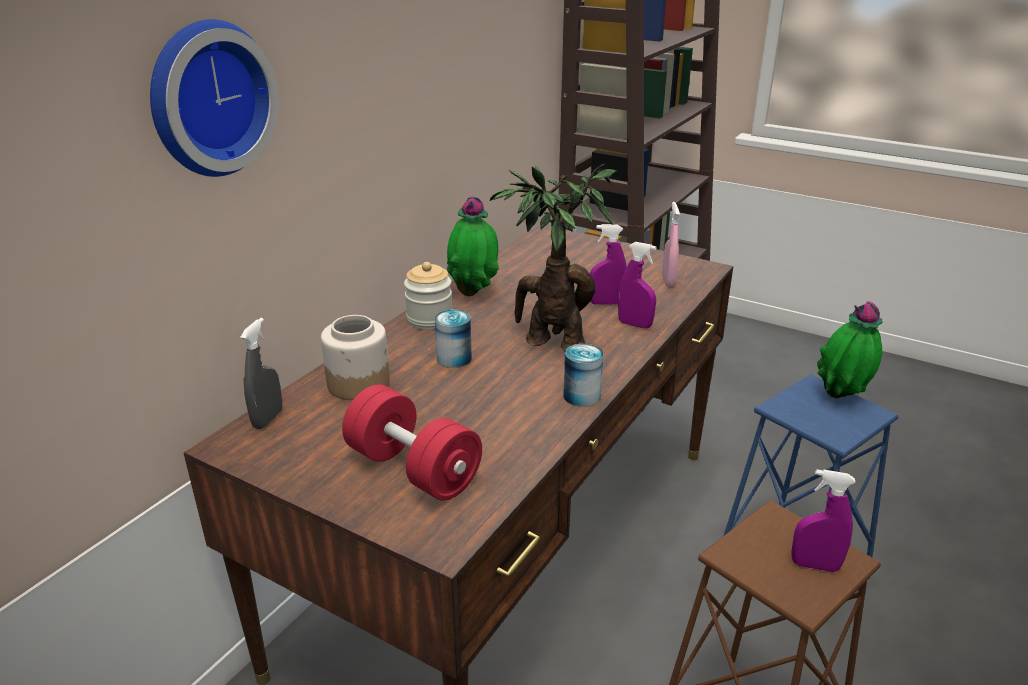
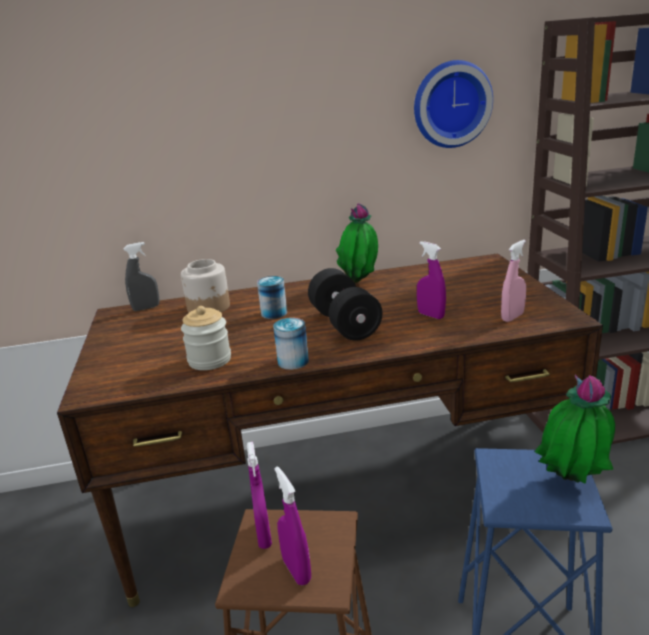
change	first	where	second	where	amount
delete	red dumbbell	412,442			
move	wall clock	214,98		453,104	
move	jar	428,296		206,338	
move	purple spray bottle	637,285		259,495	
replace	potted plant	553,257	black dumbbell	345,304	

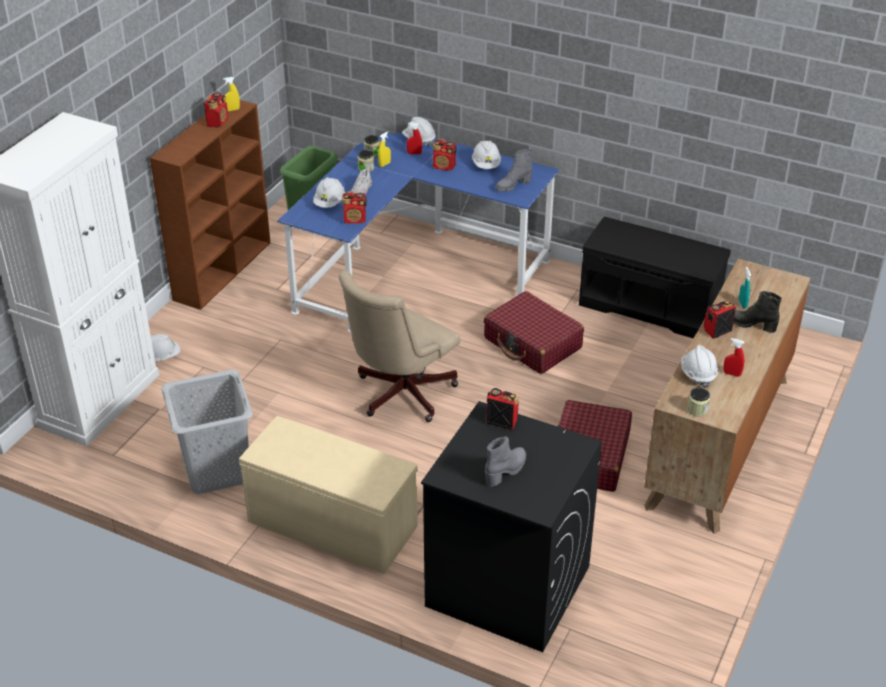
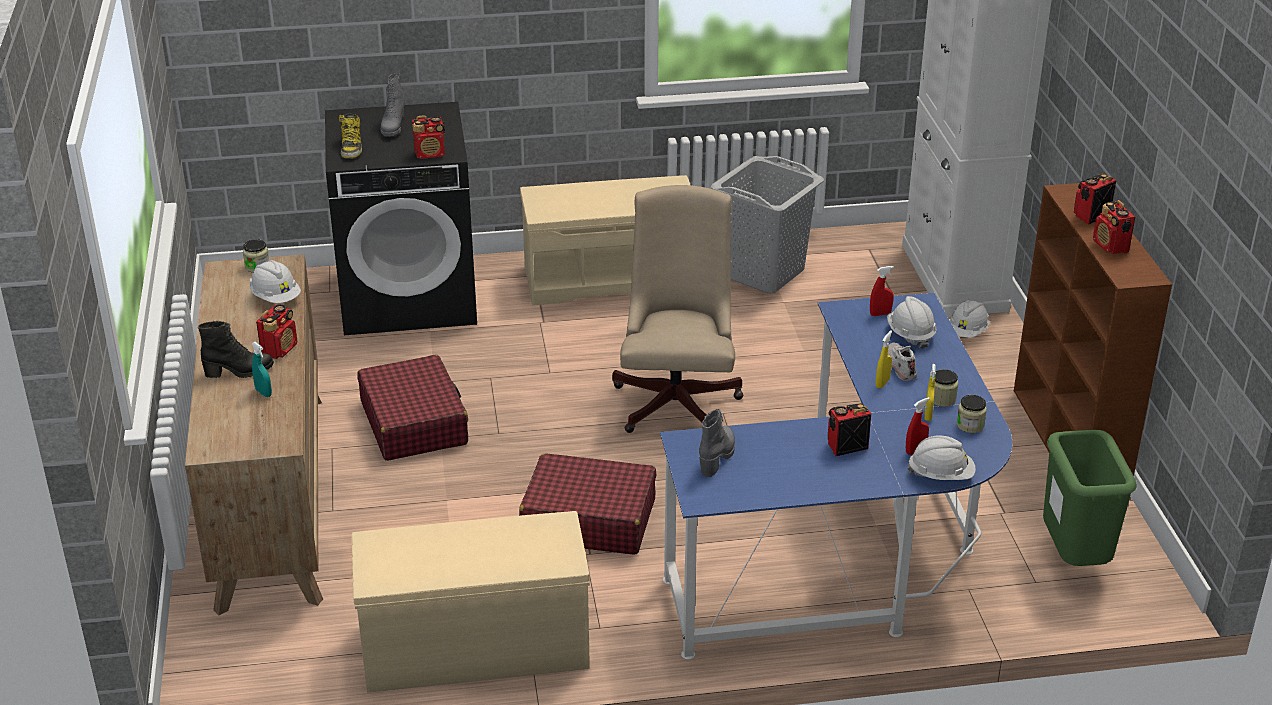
change	first	where	second	where	amount
delete	white hard hat	486,155			
insert			boot	350,136	
move	yellow spray bottle	231,94		884,359	
move	radio	354,207		1095,199	
move	red spray bottle	734,357		882,291	
recolor	black bench	655,278	beige bench	471,602	

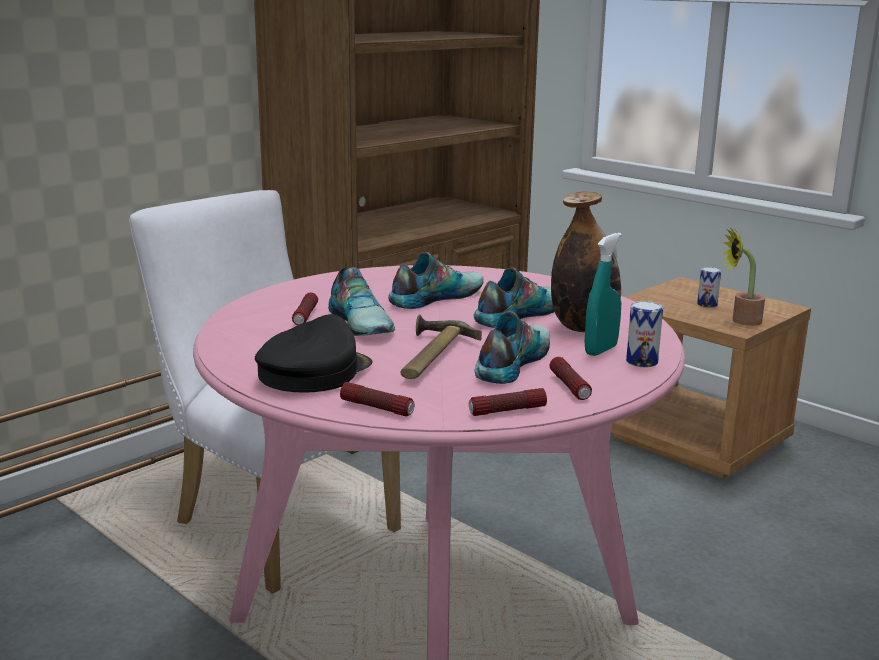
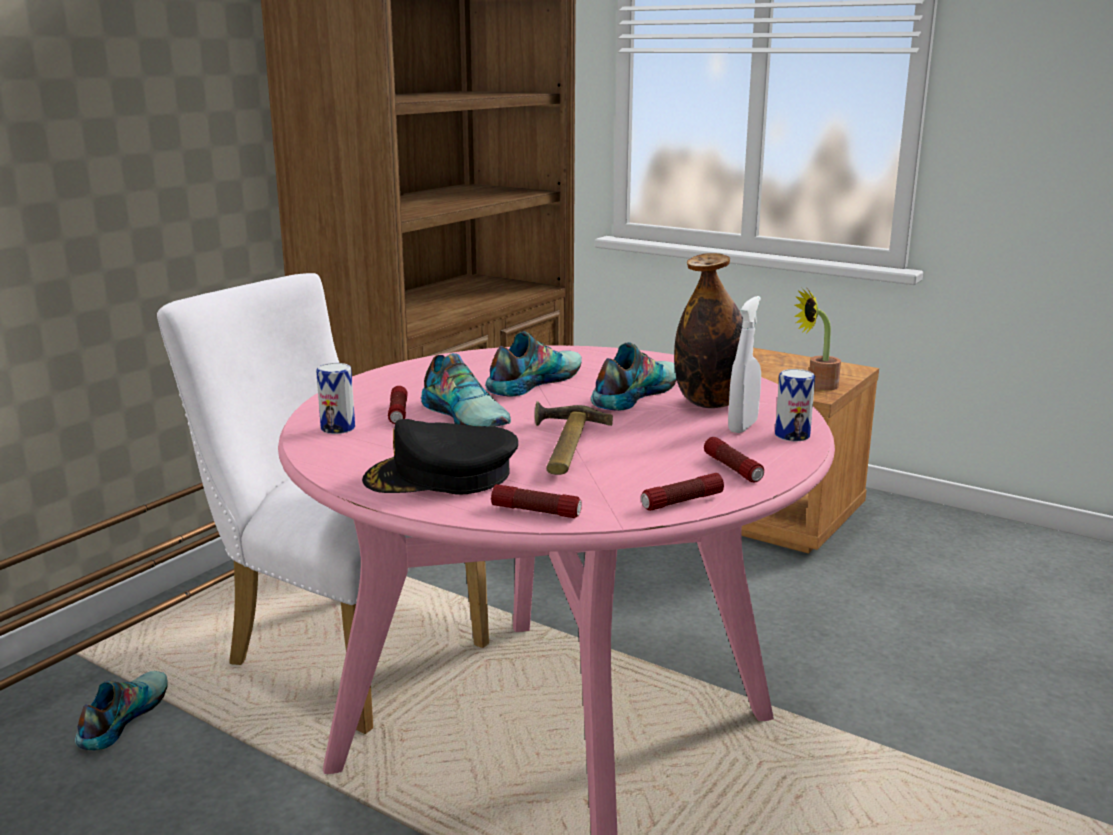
change	first	where	second	where	amount
move	shoe	512,347		121,710	
move	can	709,287		335,398	
recolor	turquoise spray bottle	603,294	white spray bottle	744,364	
rotate	black cap	314,353		440,456	120 degrees counterclockwise

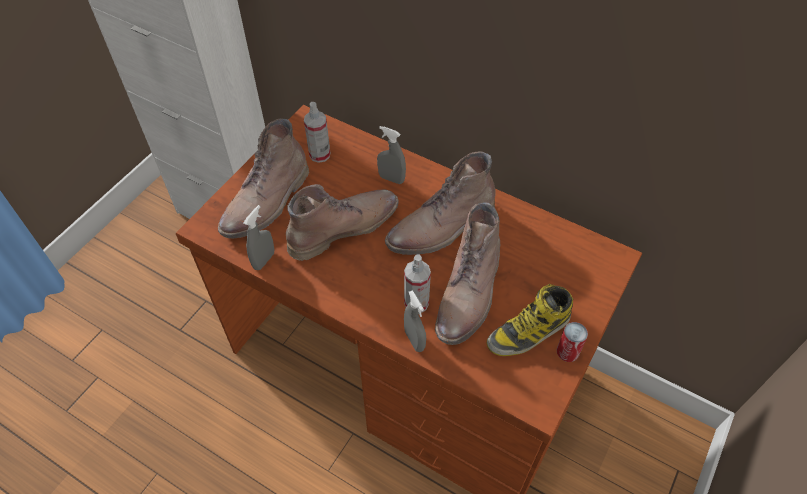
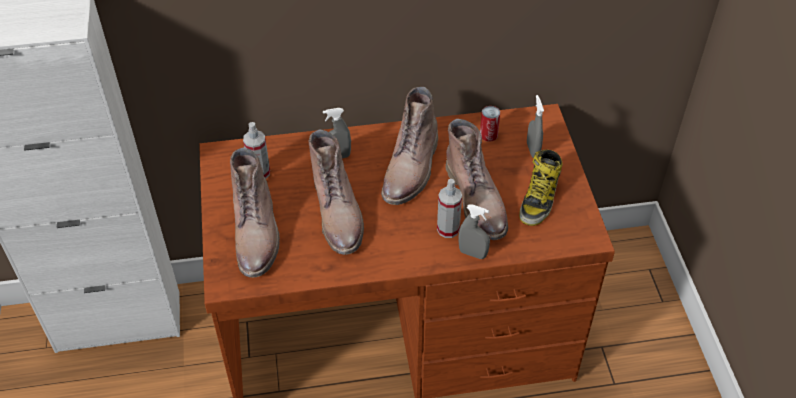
change	first	where	second	where	amount
move	grey spray bottle	258,237		535,126	
move	can	572,342		490,124	
rotate	brown boot	342,222		336,192	150 degrees clockwise

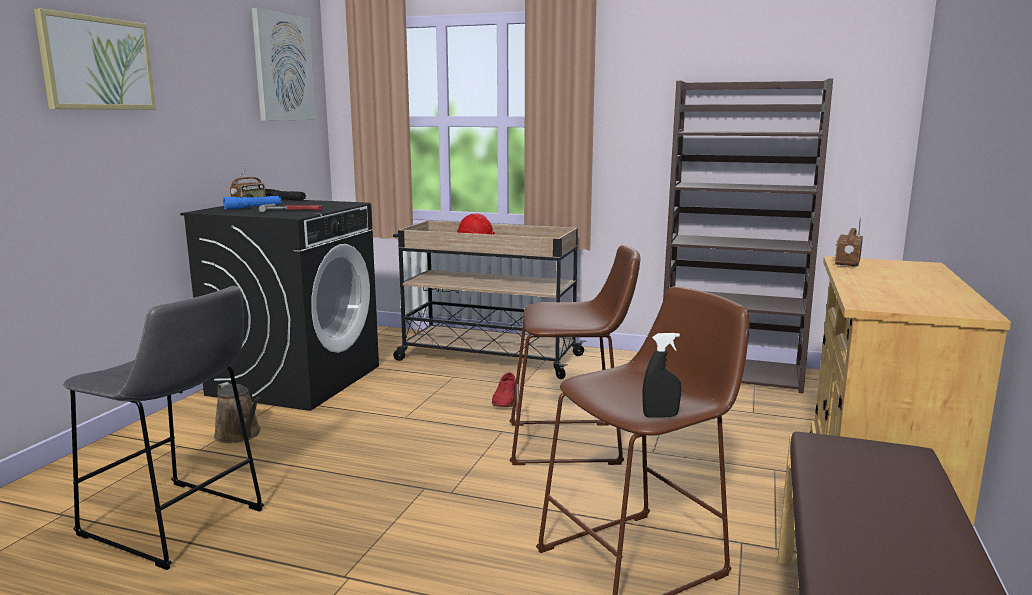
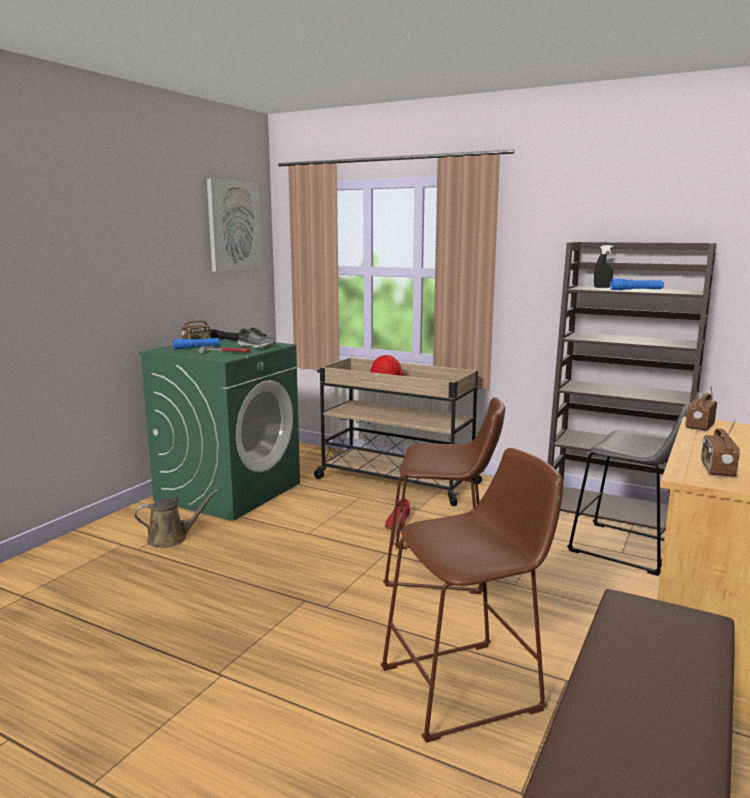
change	first	where	second	where	amount
delete	picture	95,59			
insert			shoe	256,337	
insert			blue flashlight	637,284	
insert			radio	720,448	
move	grey stool	163,428		636,484	
move	black spray bottle	661,375		603,266	
recolor	black washing machine	279,305	green washing machine	219,430	
rotate	brown watering can	237,412		177,518	75 degrees counterclockwise

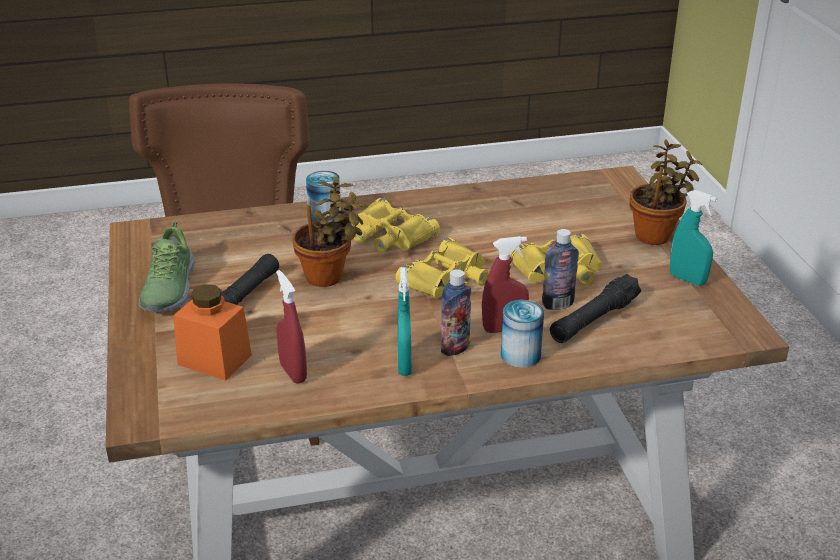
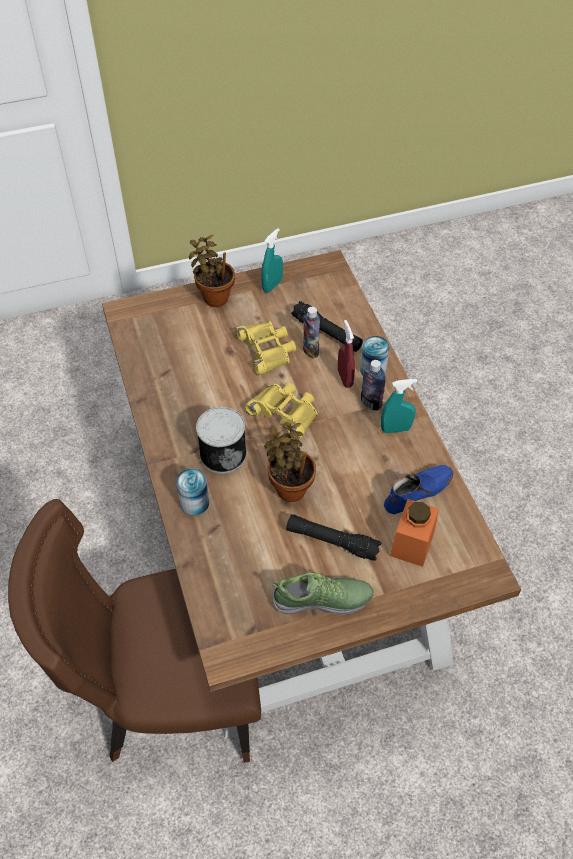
change	first	where	second	where	amount
replace	red spray bottle	291,327	blue shoe	419,489	
replace	yellow binoculars	396,225	can	221,440	

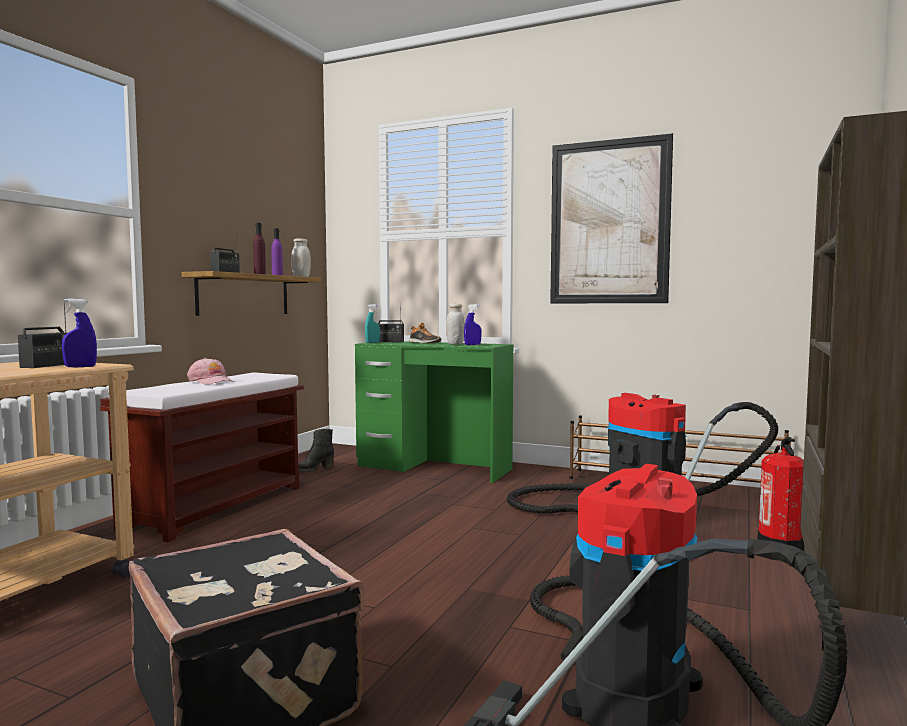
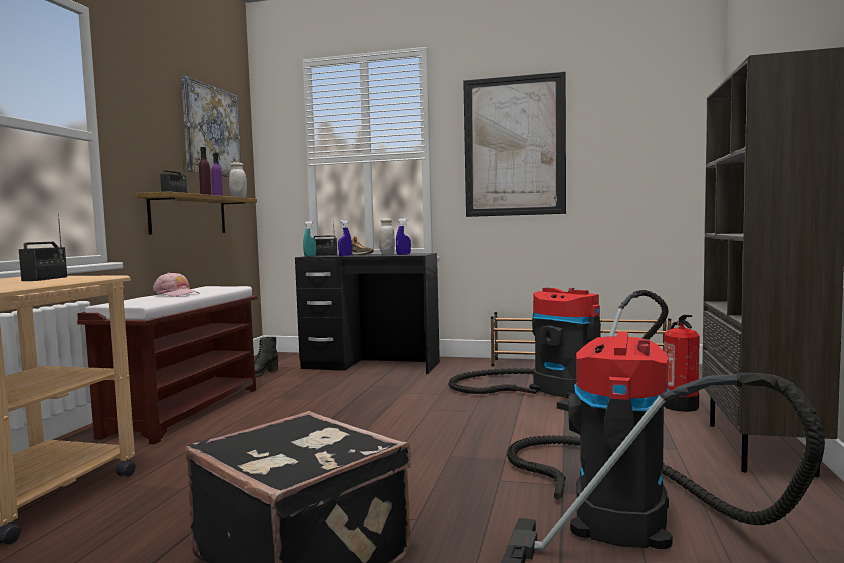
change	first	where	second	where	amount
insert			picture	211,127	
move	blue spray bottle	79,332		345,238	
recolor	green desk	434,412	black desk	367,313	

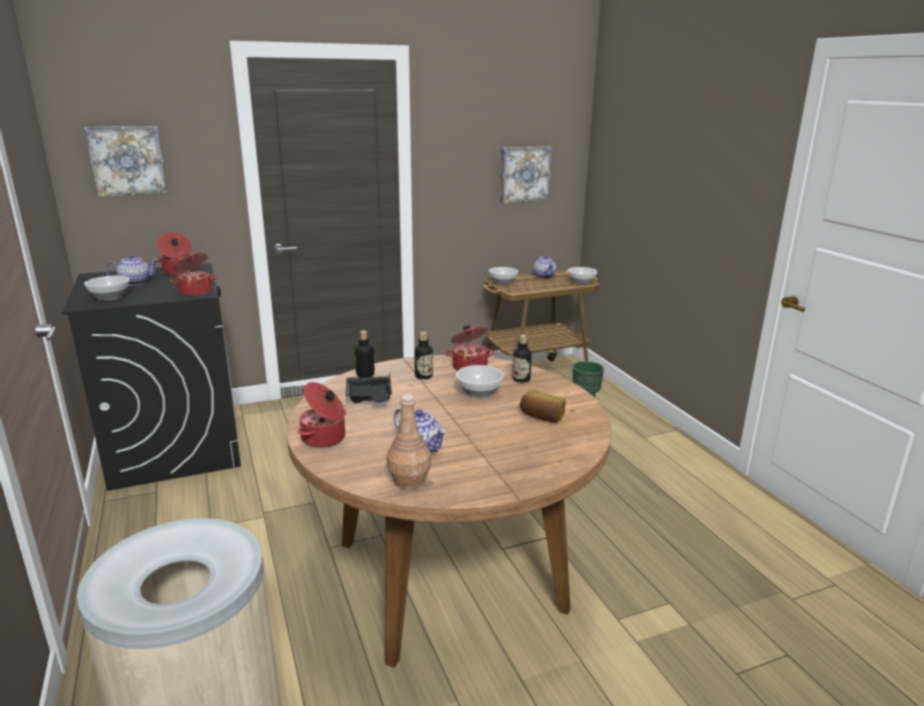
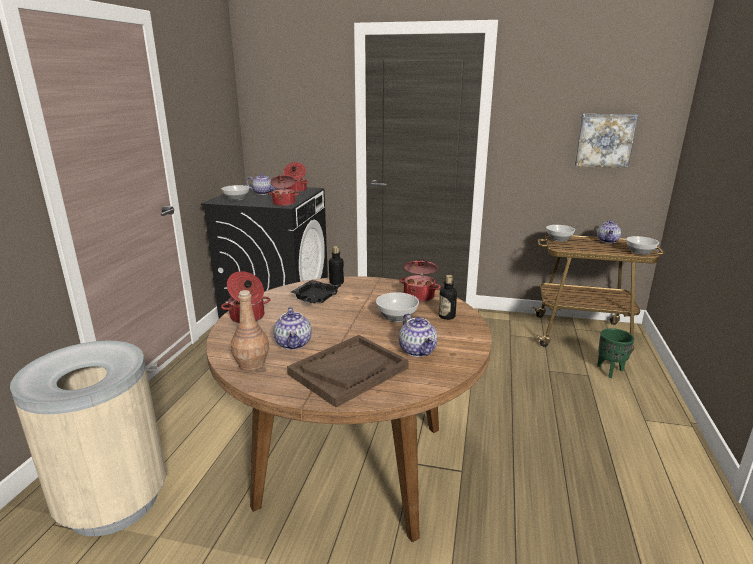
change	first	where	second	where	amount
delete	picture	126,161			
delete	bottle	424,355			
insert			brown tray	348,371	
replace	bread	543,405	teapot	418,335	

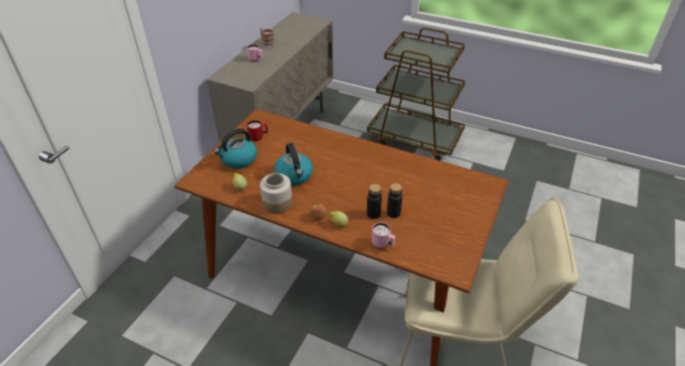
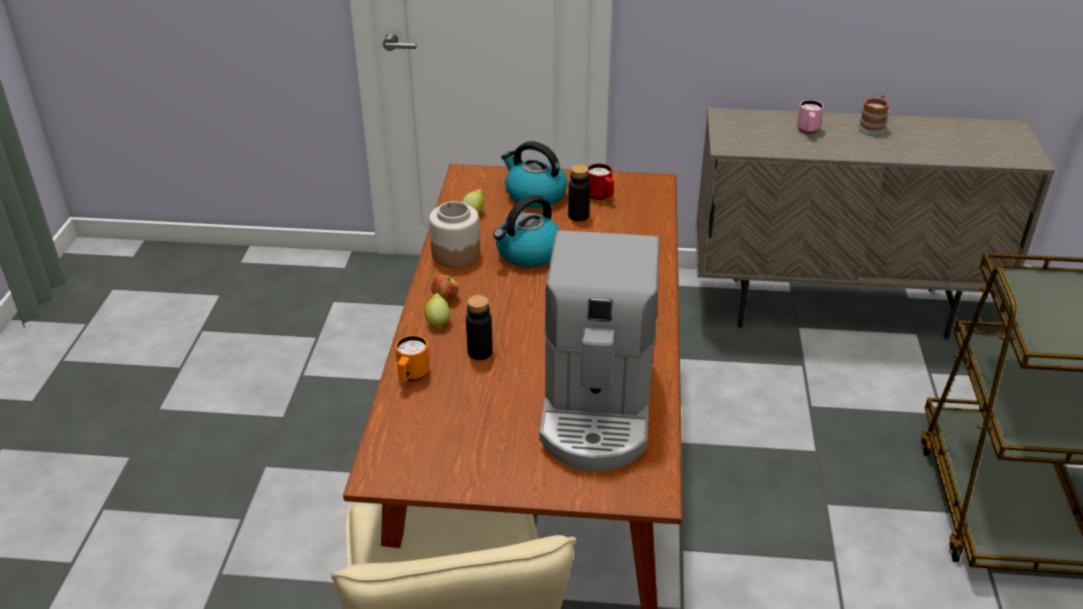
change	first	where	second	where	amount
insert			coffee machine	600,350	
move	black bottle	395,200		579,192	
recolor	pink mug	384,235	orange mug	412,358	

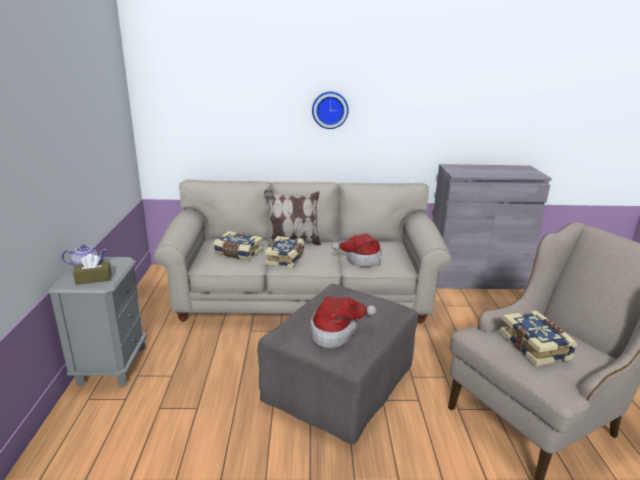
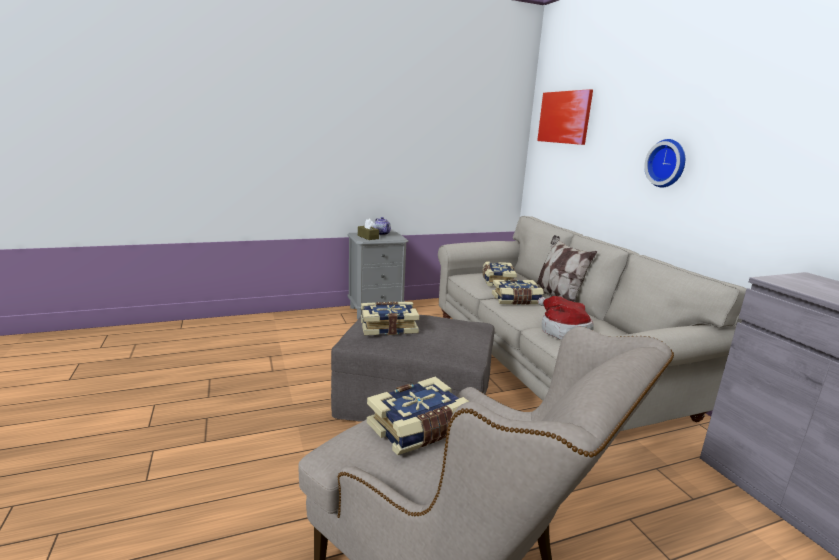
change	first	where	second	where	amount
insert			picture	565,117	
replace	hat	343,322	book	390,318	

